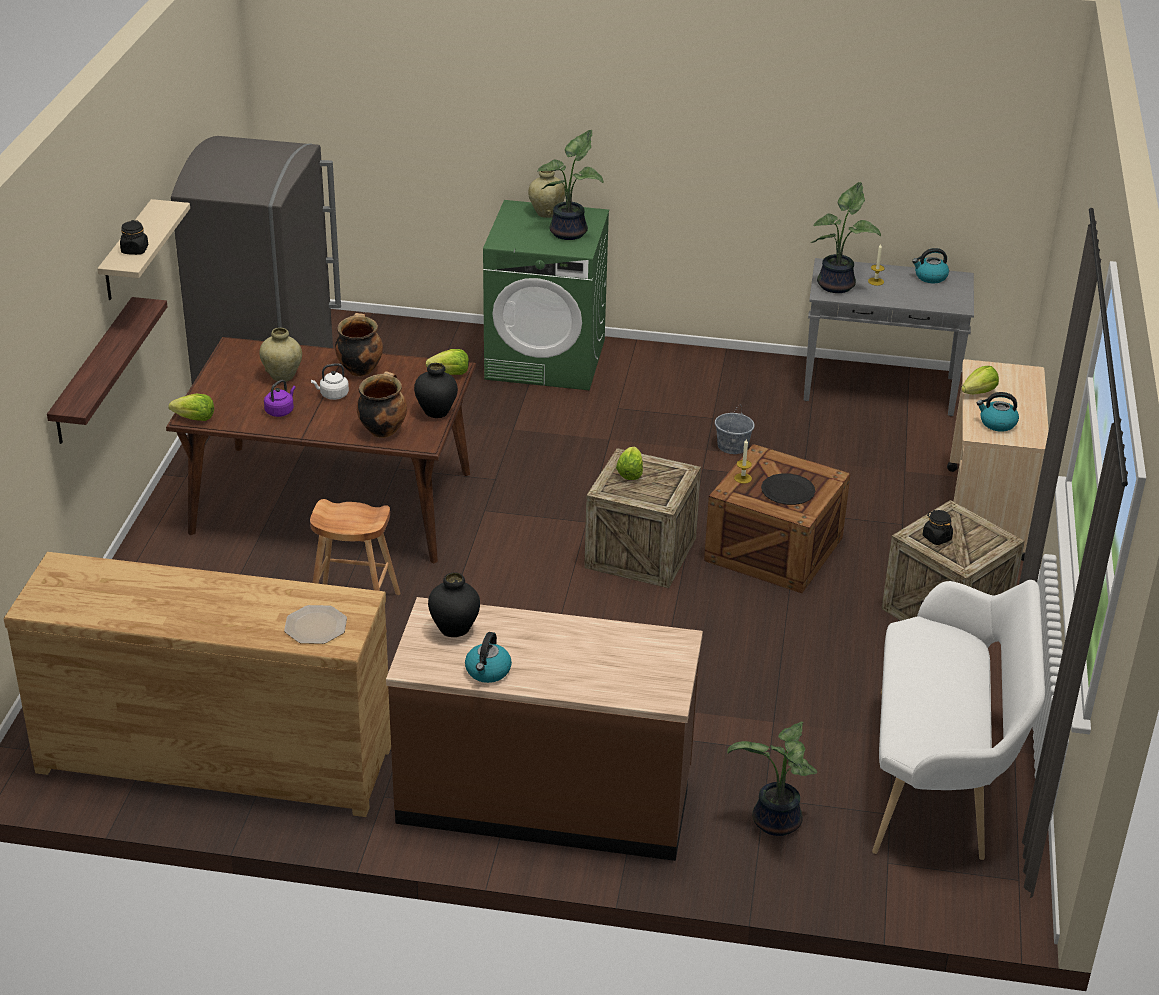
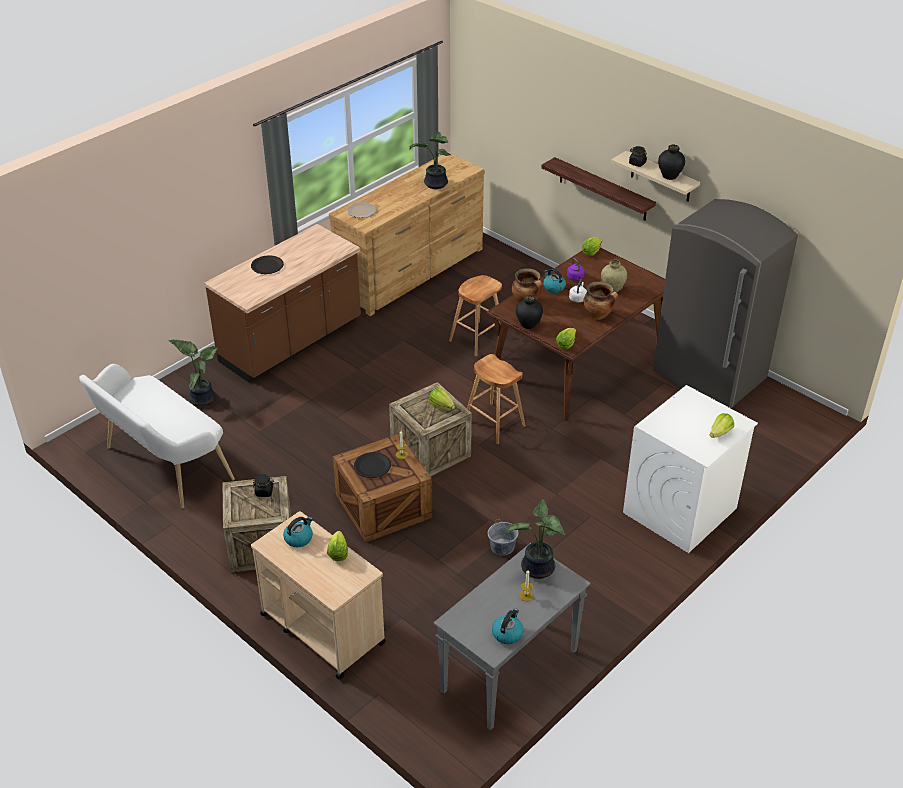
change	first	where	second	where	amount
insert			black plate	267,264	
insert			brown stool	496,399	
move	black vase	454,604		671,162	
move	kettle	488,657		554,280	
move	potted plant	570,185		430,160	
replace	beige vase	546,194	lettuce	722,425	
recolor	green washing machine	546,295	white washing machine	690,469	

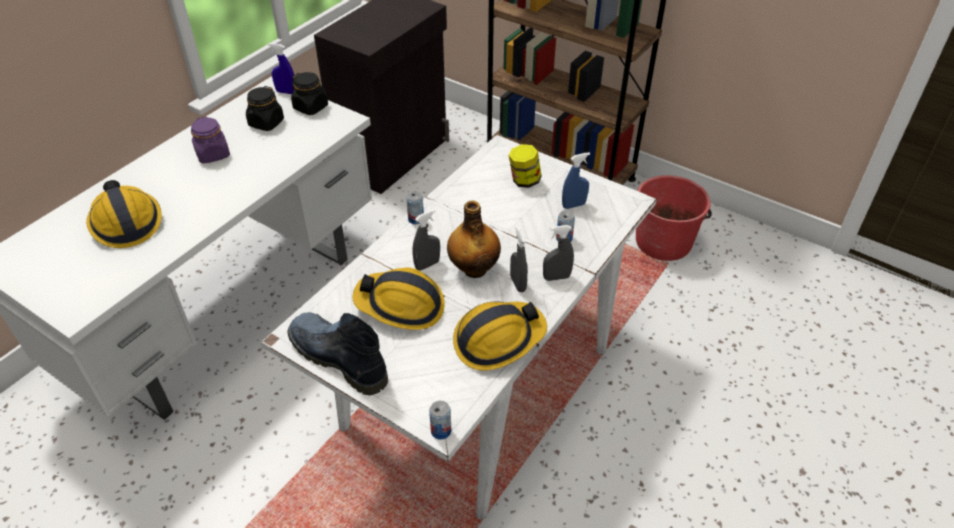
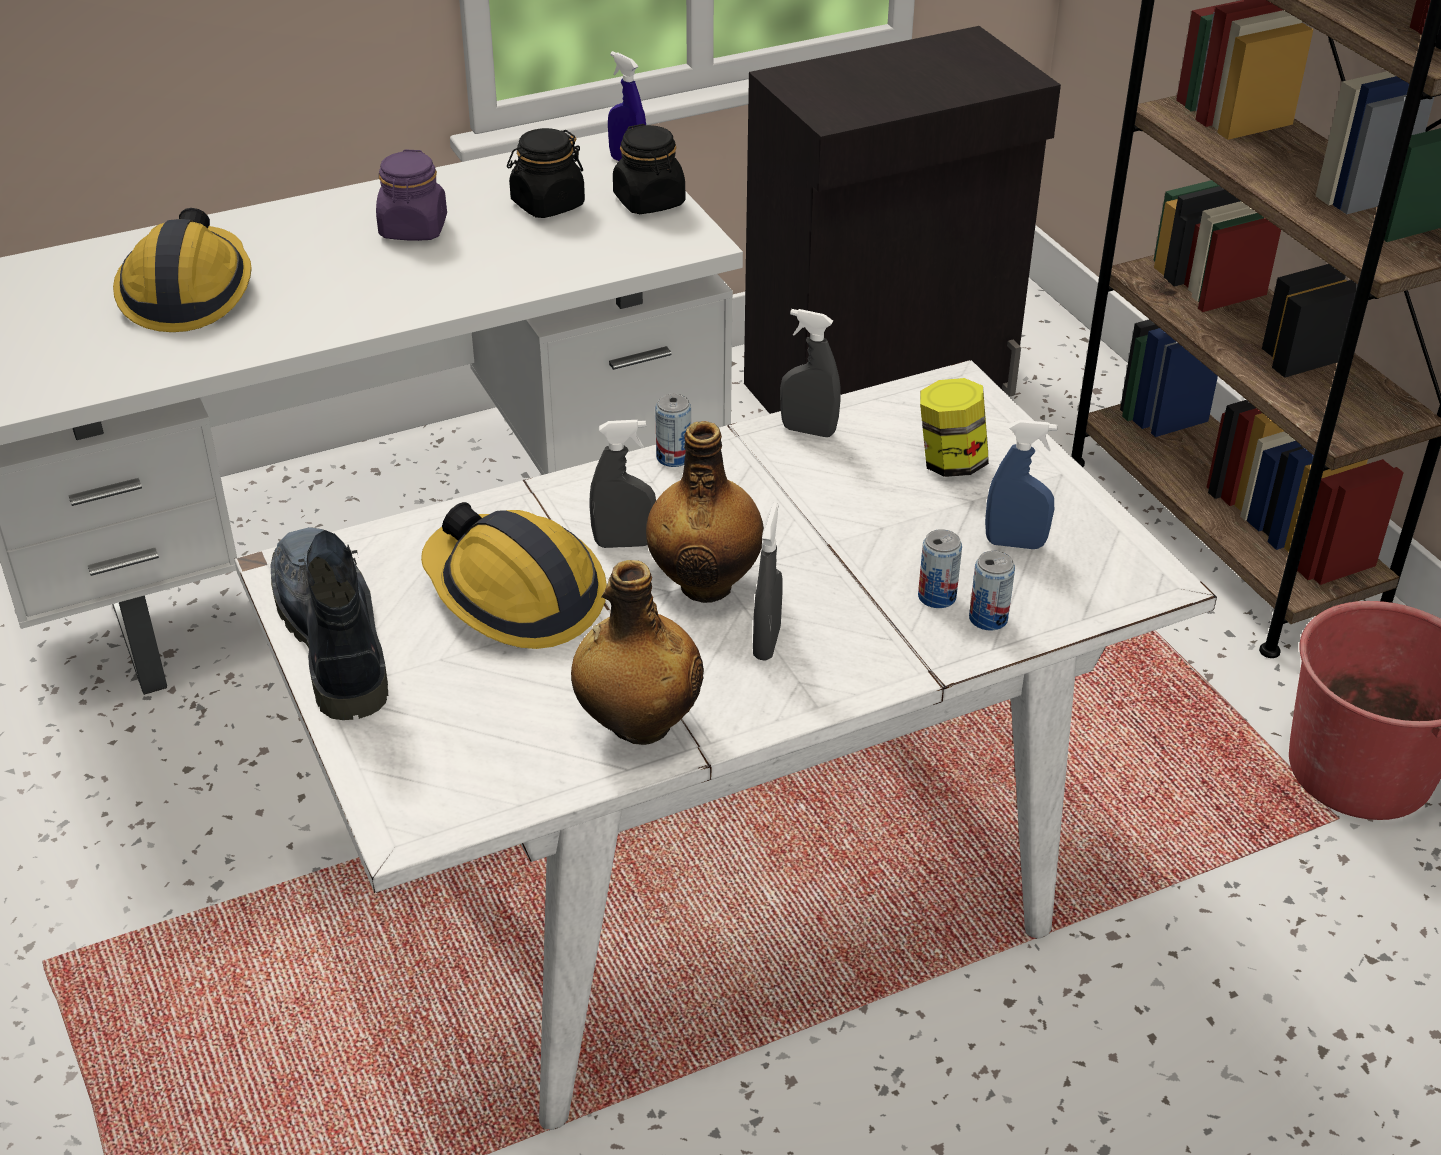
change	first	where	second	where	amount
move	can	440,420		992,590	
move	grey spray bottle	558,253		810,373	
replace	hard hat	500,335	bottle	637,652	

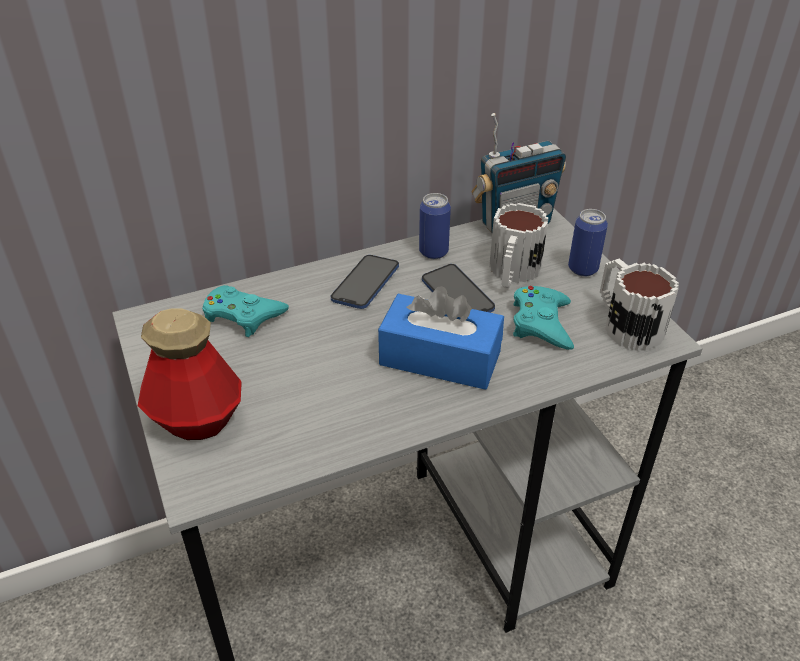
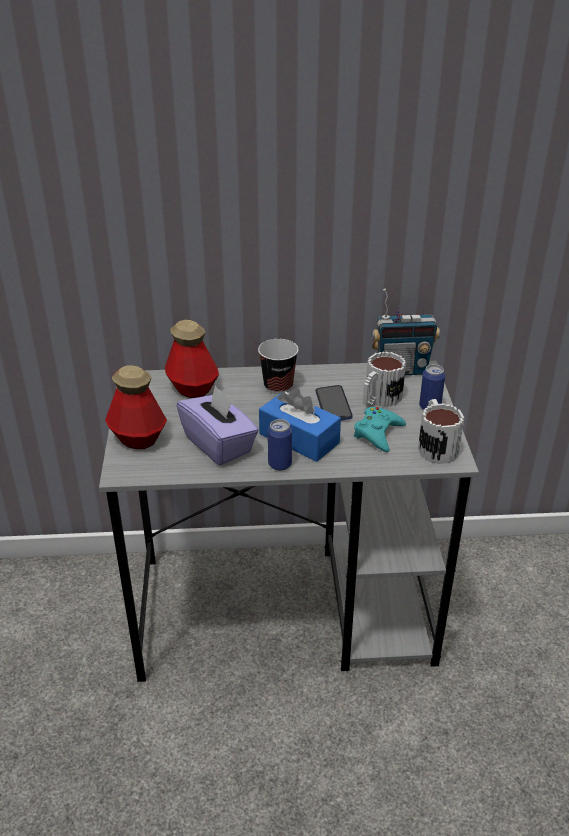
change	first	where	second	where	amount
insert			purple tissue box	218,425	
move	can	435,226		280,445	
replace	turquoise game controller	245,311	bottle	192,359	
replace	phone	364,282	cup	278,366	

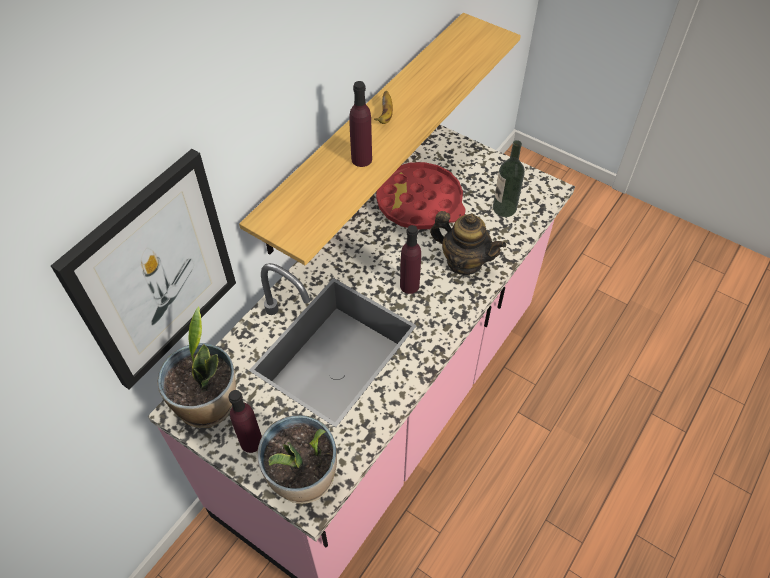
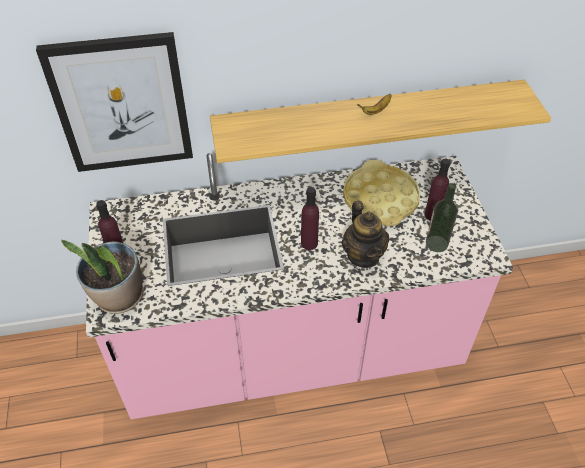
change	first	where	second	where	amount
delete	potted plant	197,367			
move	purple bottle	360,124		437,190	
recolor	red tray	420,195	yellow tray	382,193	

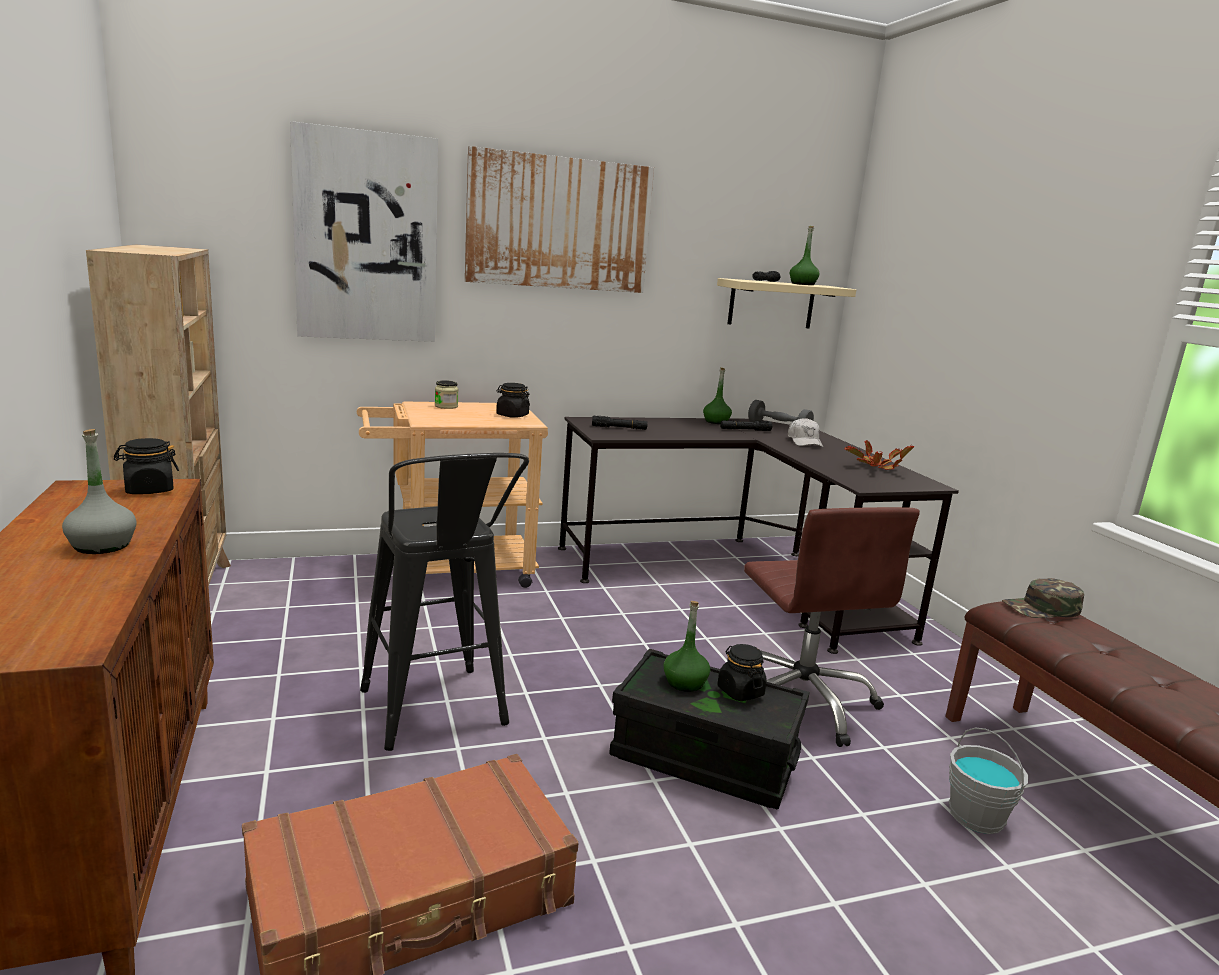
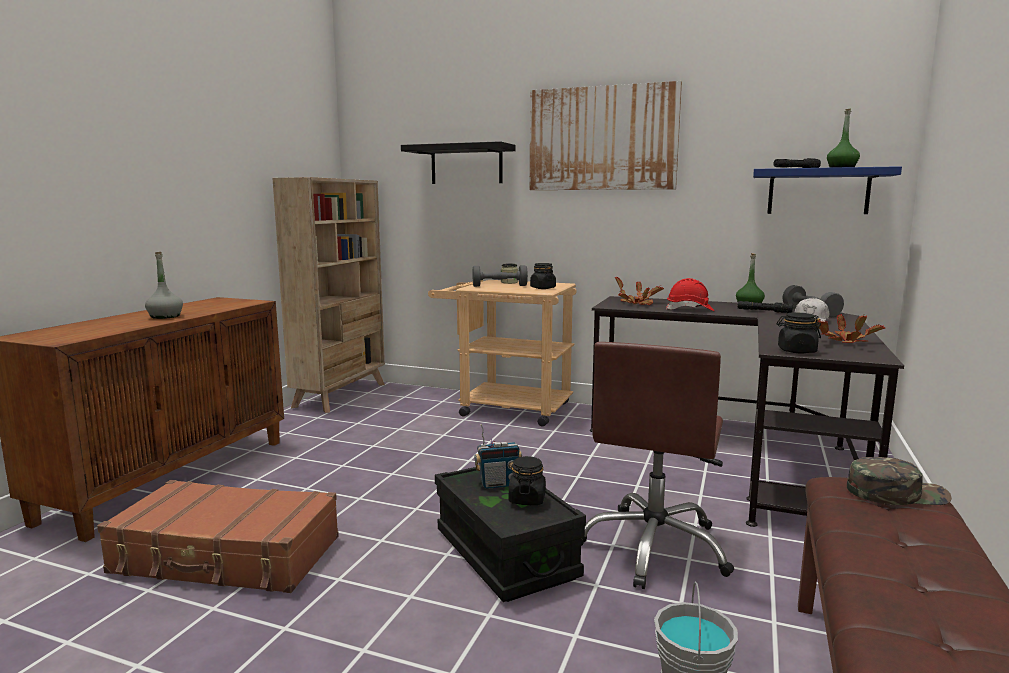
change	first	where	second	where	amount
delete	black stool	444,602			
insert			grey dumbbell	500,276	
insert			red hard hat	690,294	
move	black jar	146,466		798,332	
replace	picture	364,231	black shelf	458,162	
replace	black flashlight	620,423	potted plant	639,290	
replace	green bottle	687,646	radio	498,456	
recolor	beige shelf	786,303	blue shelf	827,190	
rotate	green cap	1043,598		899,481	150 degrees clockwise

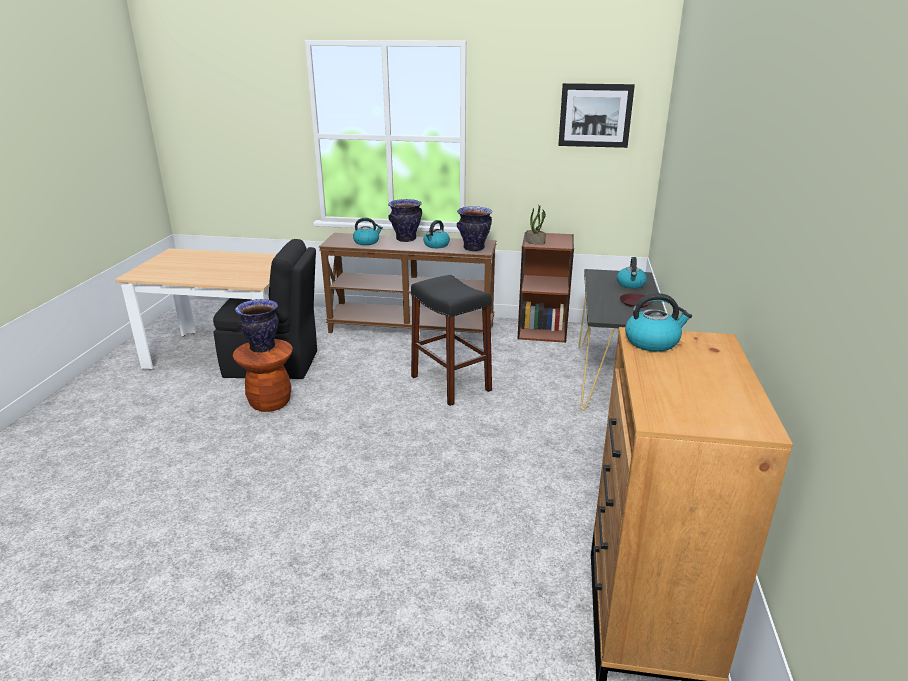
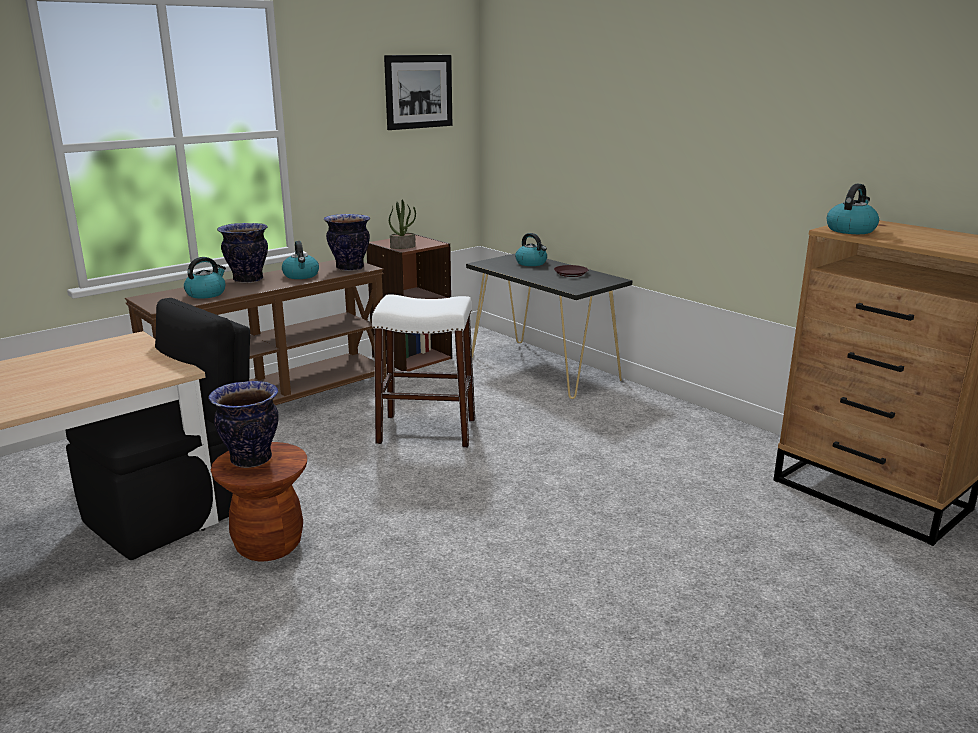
change	first	where	second	where	amount
recolor	black stool	451,340	white stool	423,371	

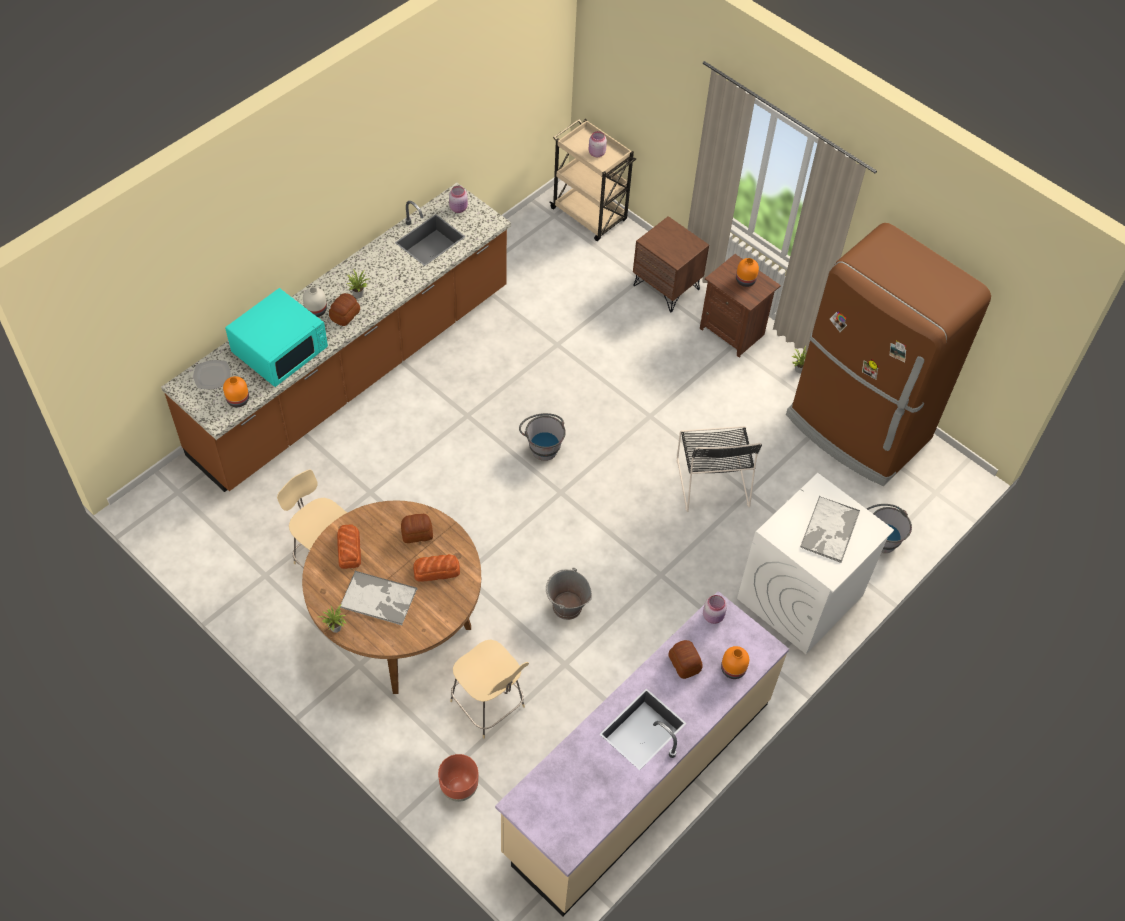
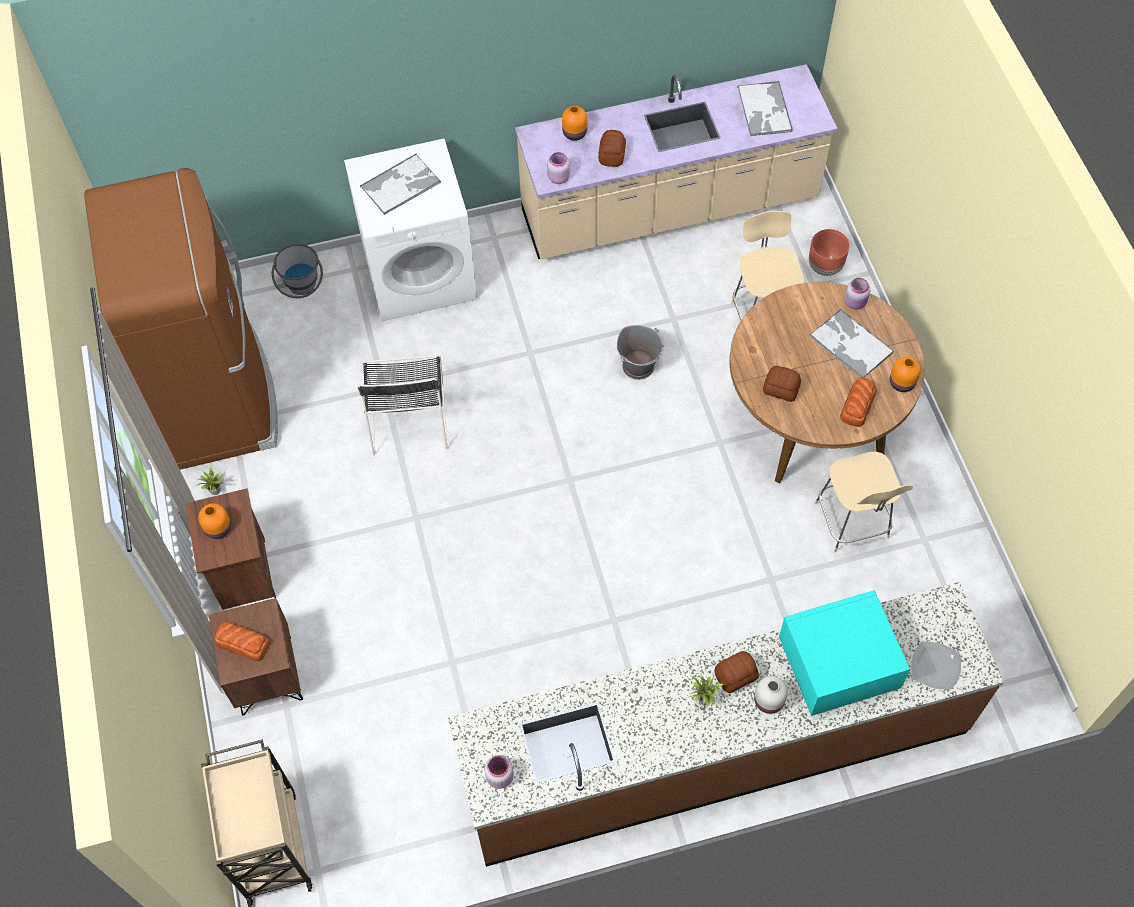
change	first	where	second	where	amount
delete	potted plant	332,618			
delete	grey bucket	542,437			
insert			tray	765,108	
move	orange vase	236,391		905,374	
move	bread	436,567		242,641	
move	pink jar	598,144		857,293	
rotate	black chair	719,469		403,405	150 degrees clockwise

